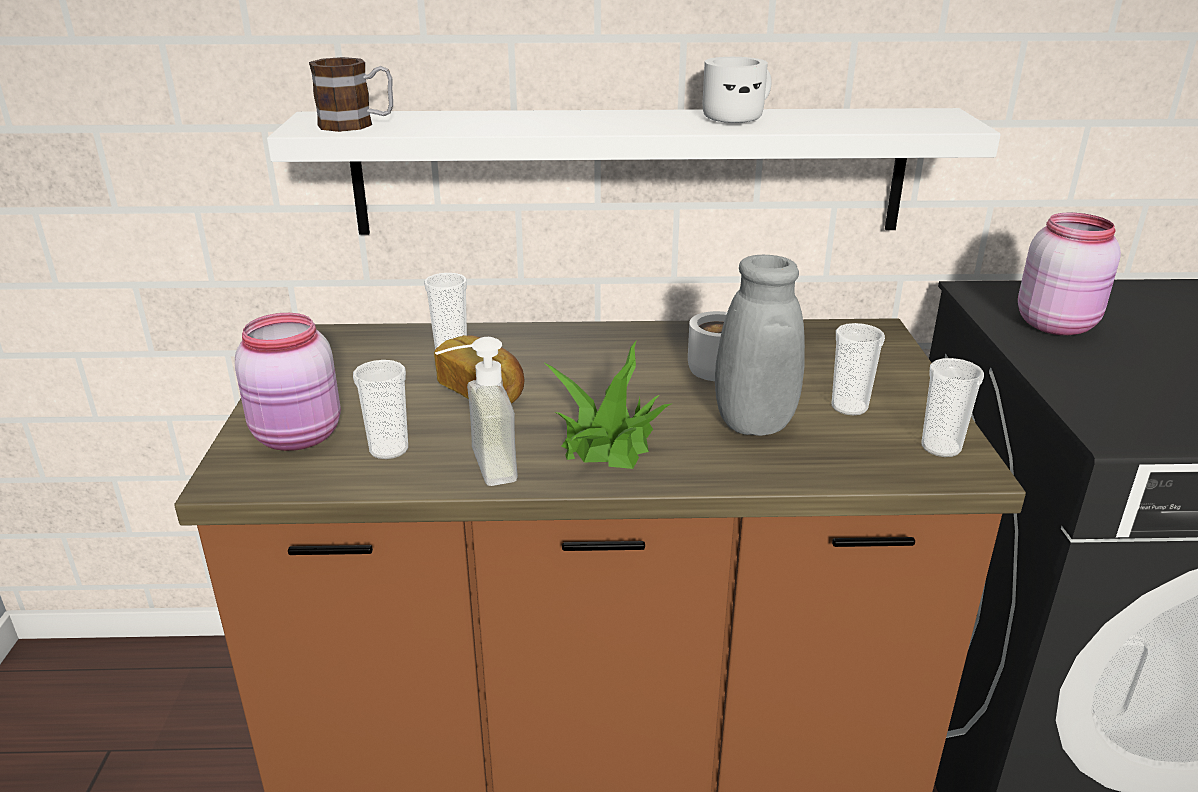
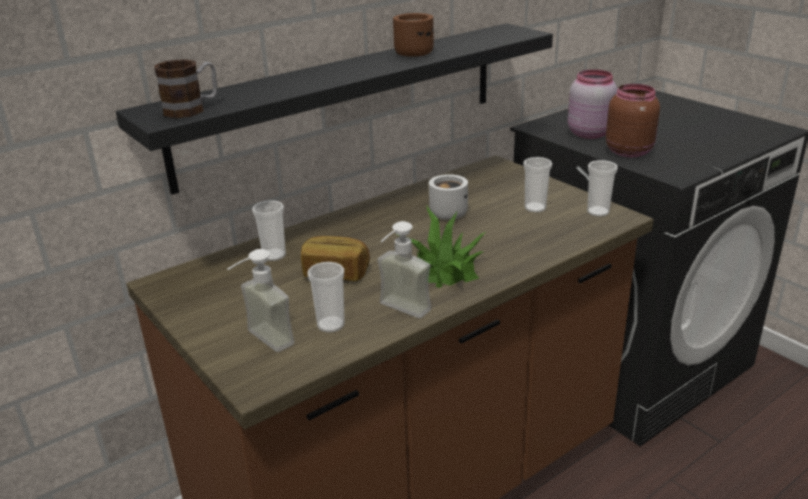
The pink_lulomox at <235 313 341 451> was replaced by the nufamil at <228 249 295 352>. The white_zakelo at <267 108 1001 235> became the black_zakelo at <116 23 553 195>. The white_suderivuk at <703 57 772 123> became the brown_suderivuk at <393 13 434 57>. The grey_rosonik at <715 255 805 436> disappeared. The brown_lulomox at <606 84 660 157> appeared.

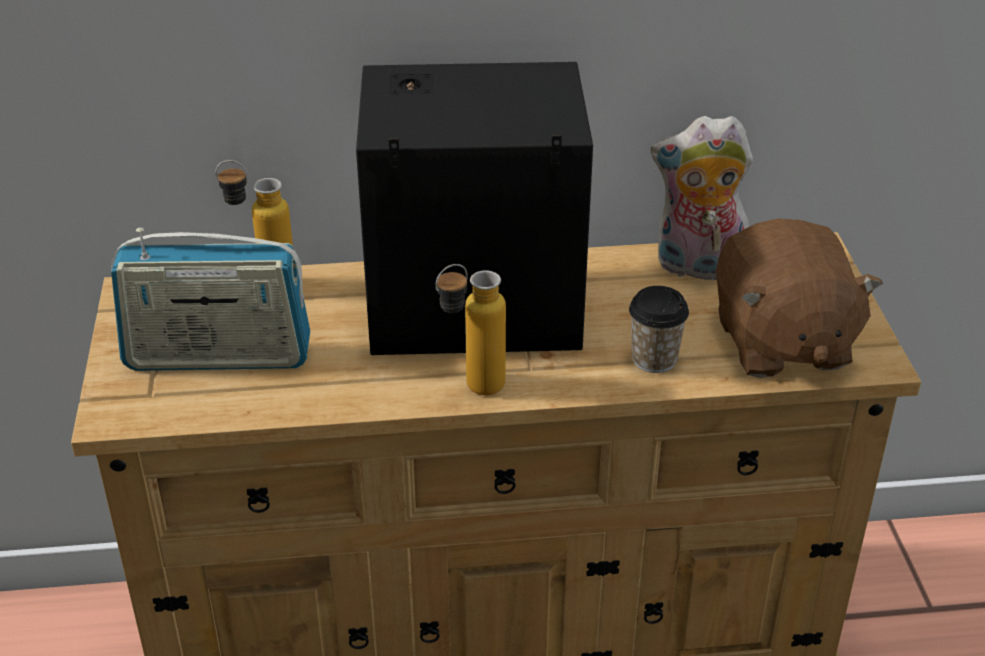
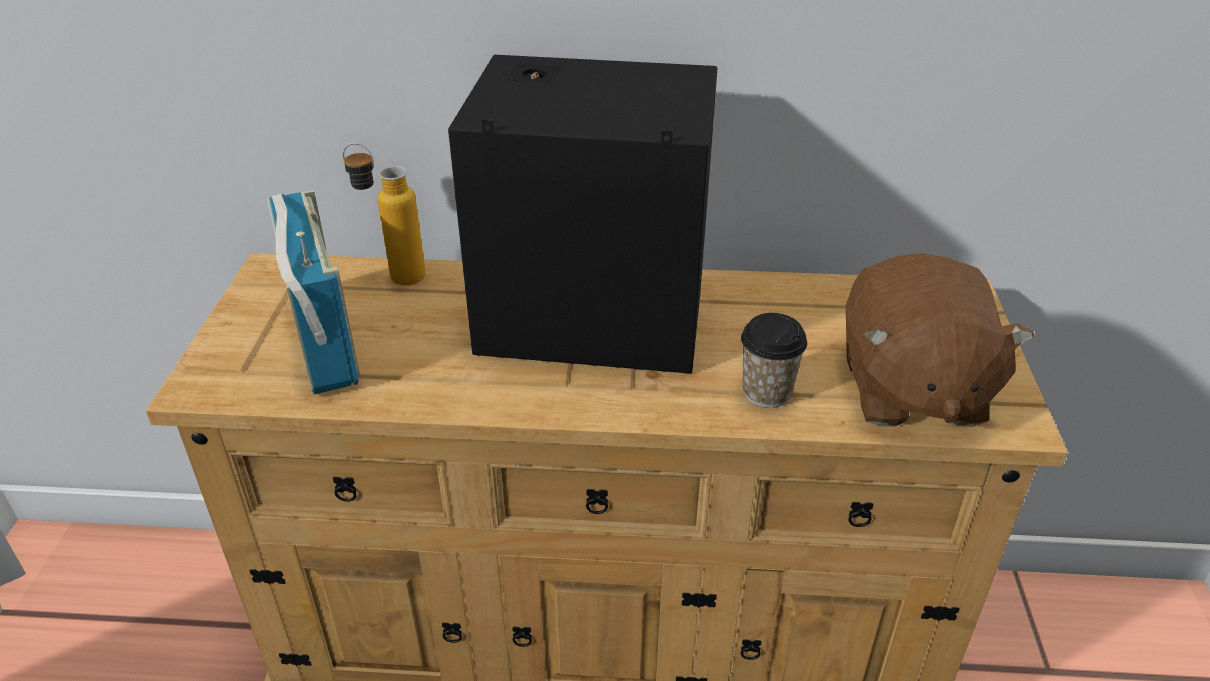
The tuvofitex at <111 227 310 371> turned 120 degrees counterclockwise. The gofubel at <436 264 506 395> disappeared. The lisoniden at <651 116 753 285> disappeared.

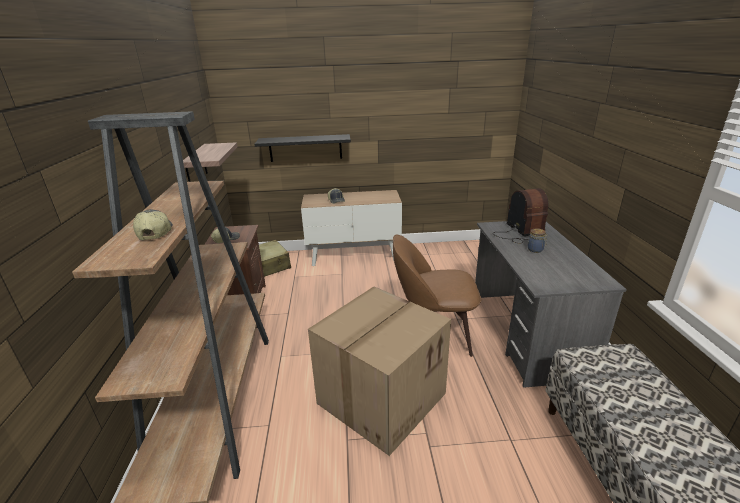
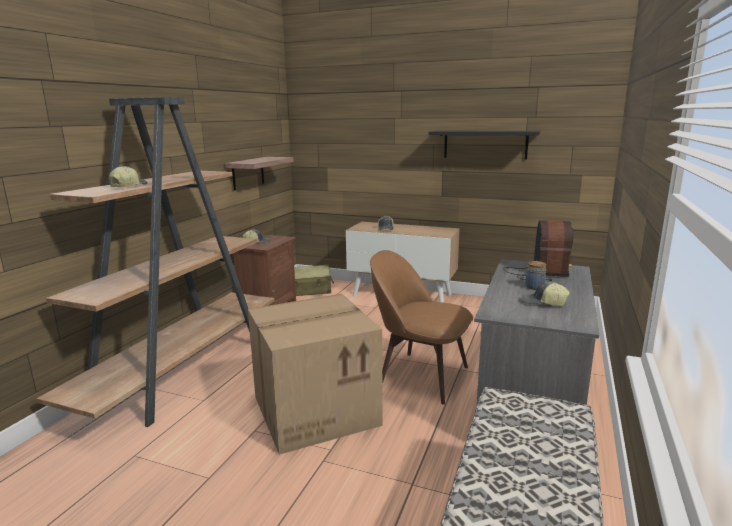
The black_zakelo moved from <254 134 351 162> to <429 131 540 159>. The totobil at <522 282 570 306> appeared.

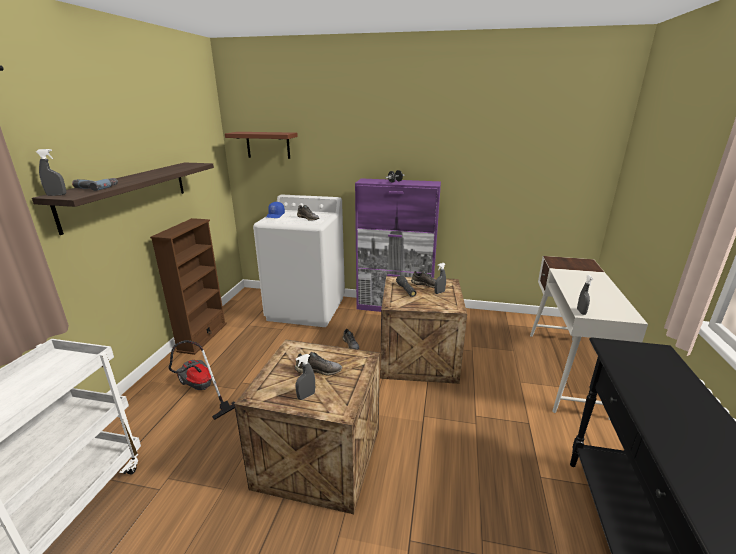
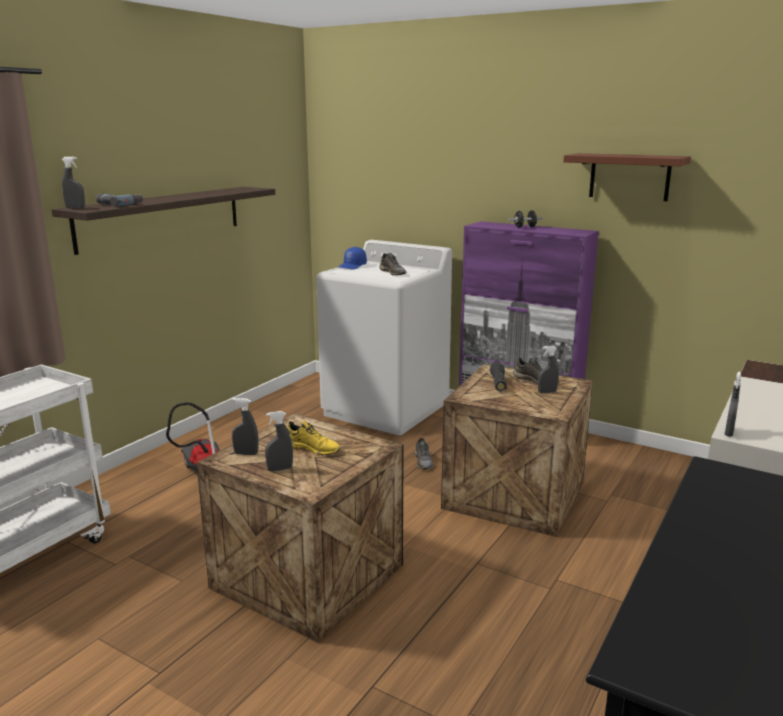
The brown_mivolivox at <150 218 227 355> disappeared. The brown_zakelo moved from <225 132 298 159> to <563 153 691 201>. The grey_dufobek at <295 352 342 375> became the yellow_dufobek at <287 421 341 455>. The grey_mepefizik at <232 398 259 455> appeared.

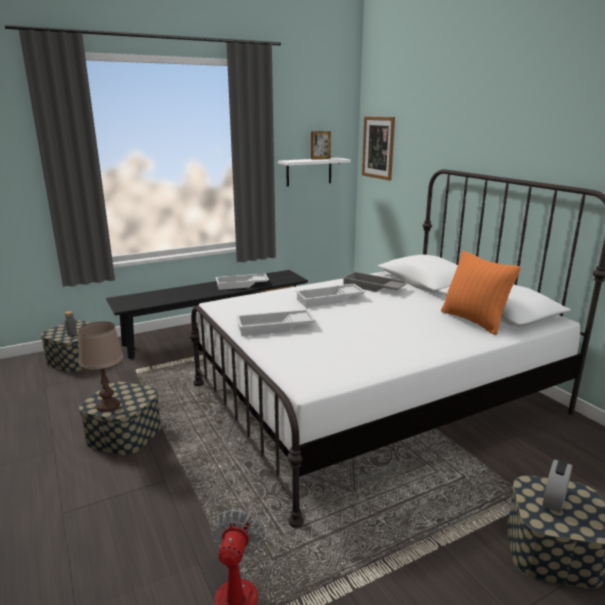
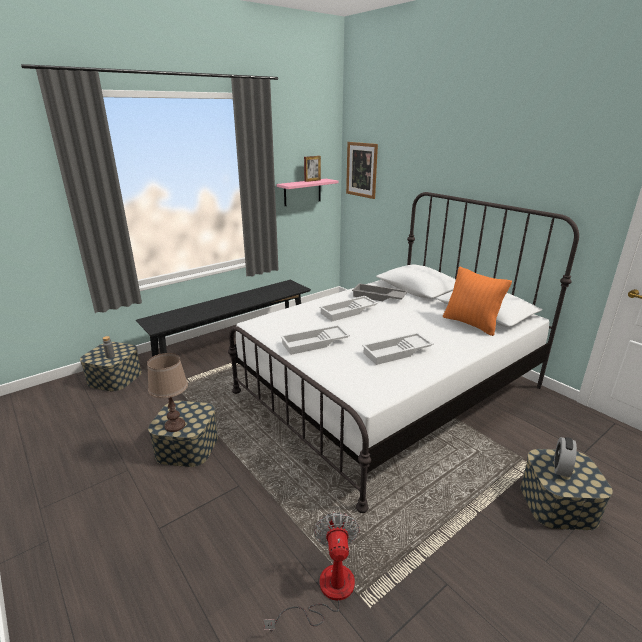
The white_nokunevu moved from <215 273 269 290> to <362 332 434 365>. The white_zakelo at <278 158 351 186> became the pink_zakelo at <277 179 339 206>.

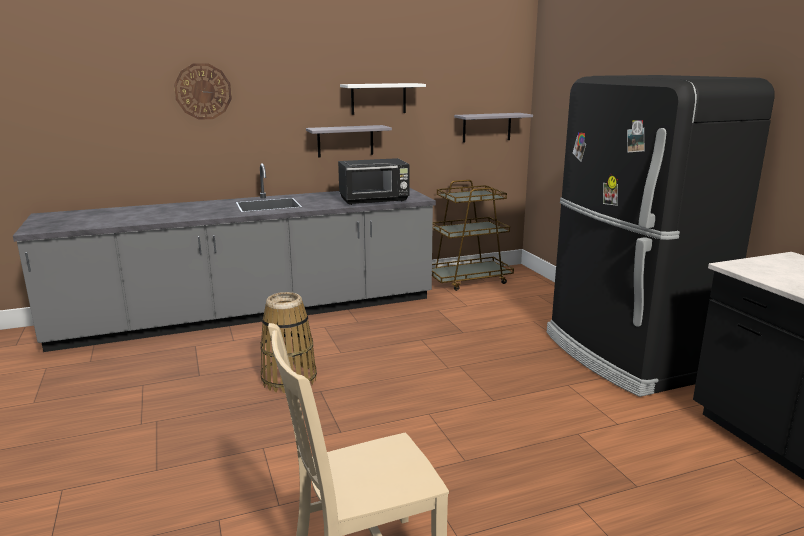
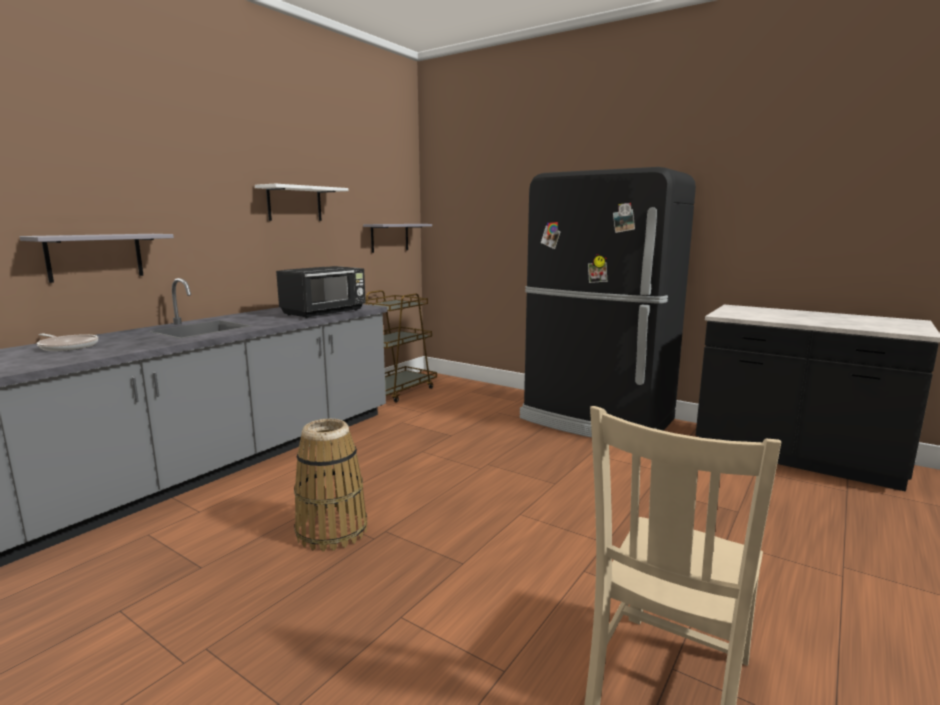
The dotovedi at <174 63 232 120> disappeared. The grey_zakelo moved from <306 125 392 158> to <20 234 174 283>. The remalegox at <37 333 98 351> appeared.

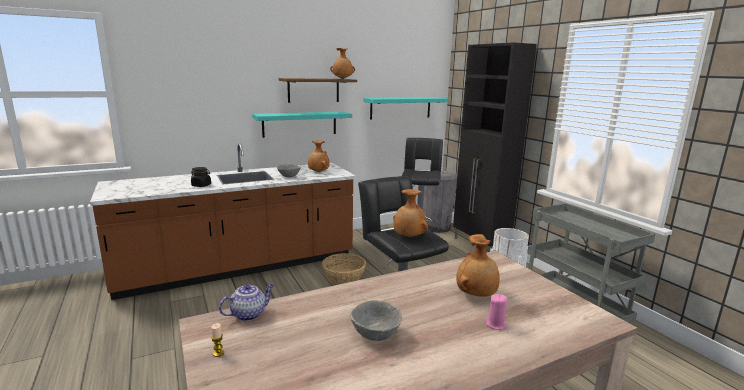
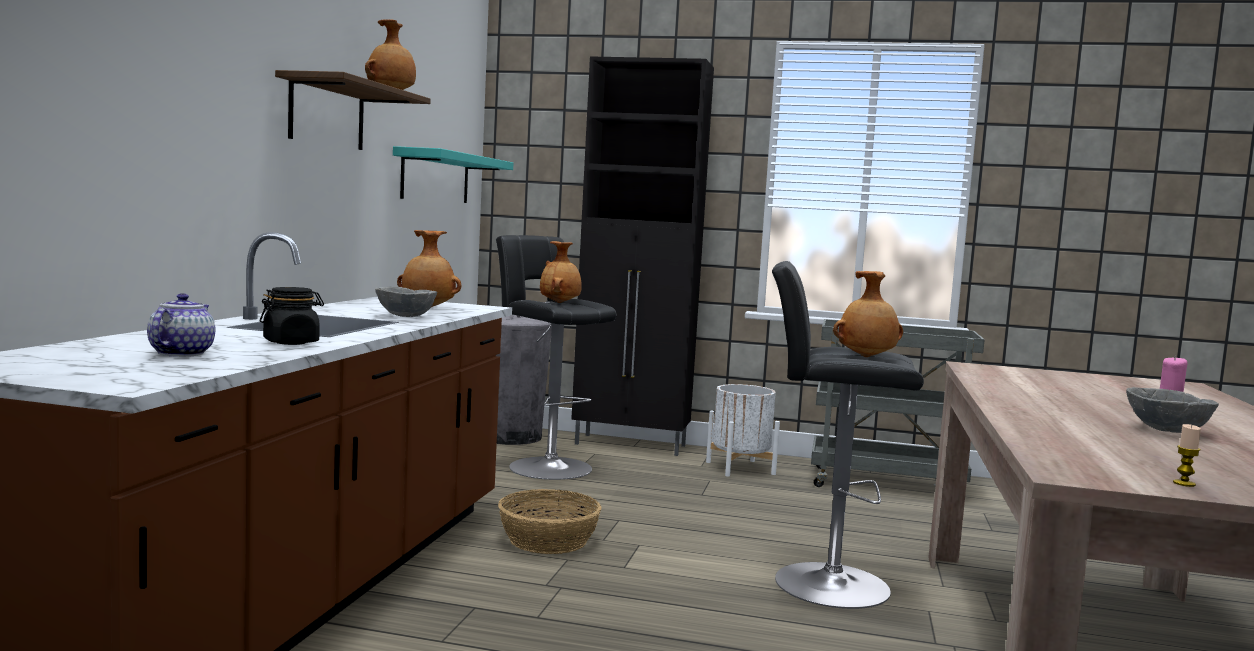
The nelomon moved from <219 284 274 321> to <147 293 215 357>. The turquoise_zakelo at <252 111 352 138> disappeared. The brown_rosonik moved from <456 234 500 297> to <540 241 582 303>.

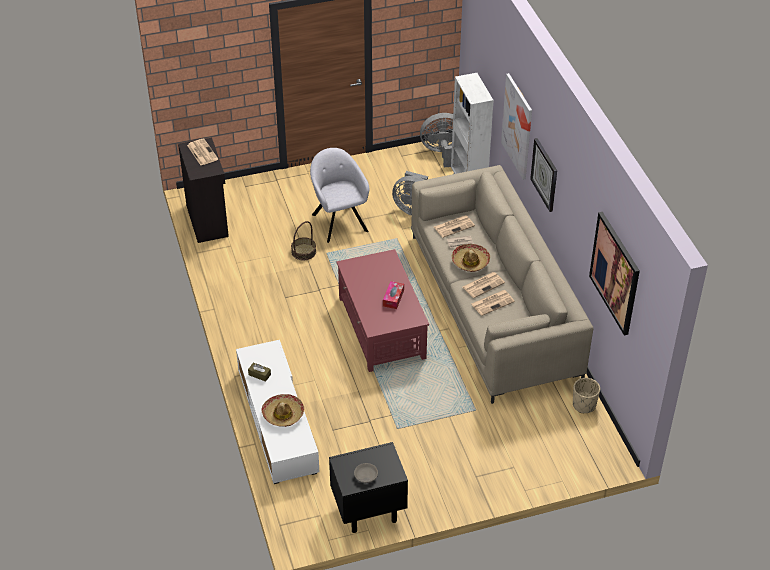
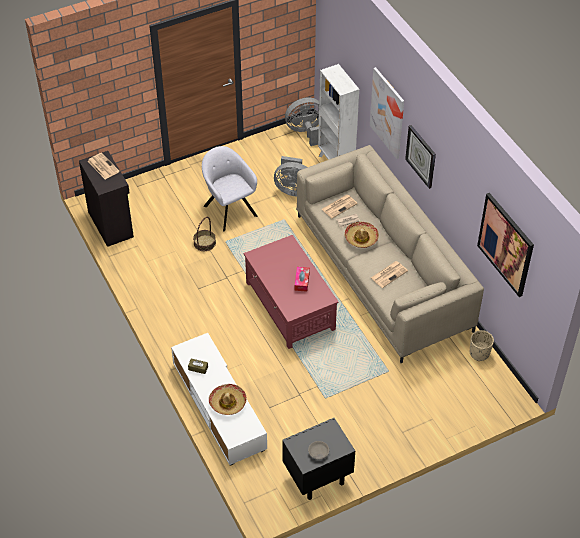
The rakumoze at <462 272 505 298> disappeared.

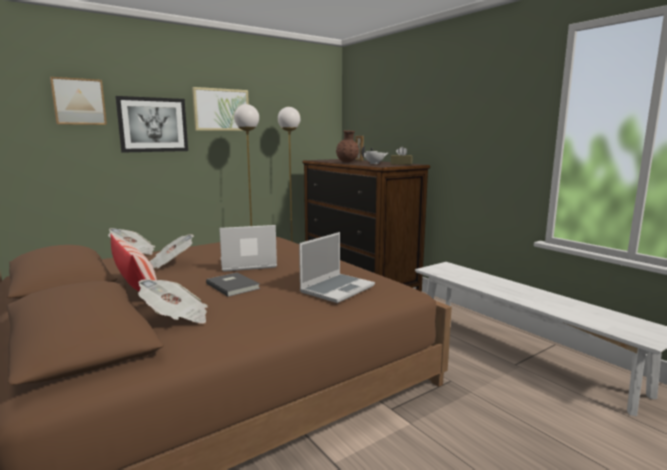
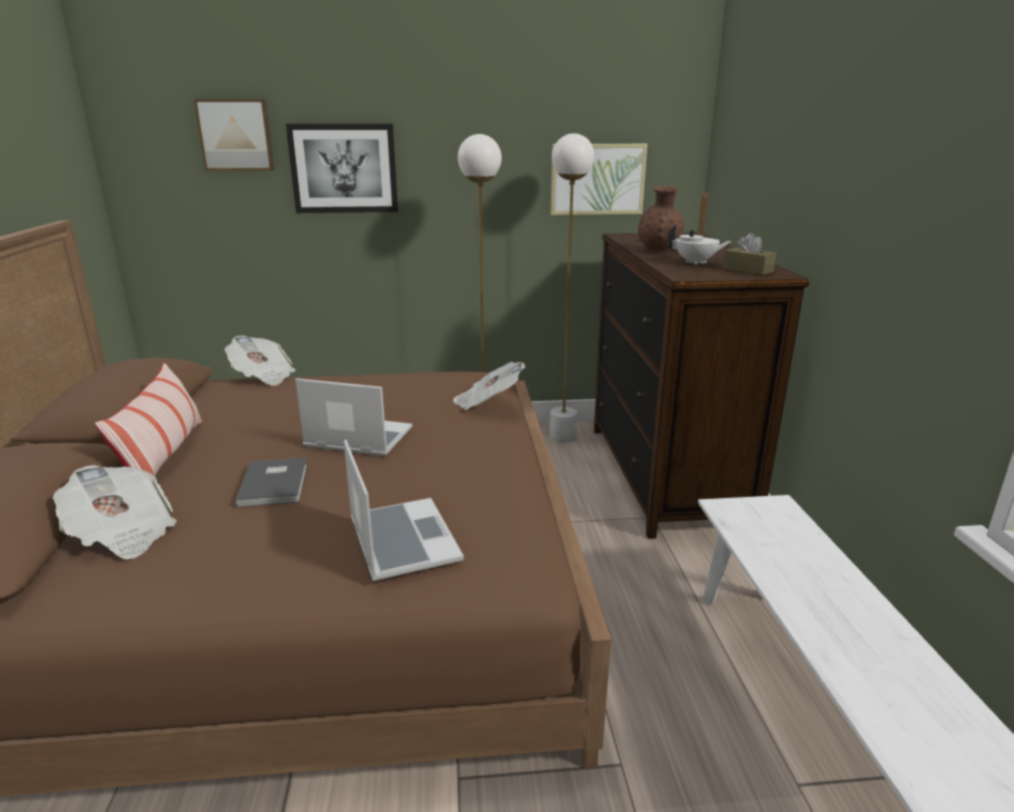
The rakumoze moved from <149 234 194 268> to <453 362 525 410>. The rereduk moved from <192 87 249 131> to <551 144 647 215>. The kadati at <299 232 375 303> turned 90 degrees counterclockwise.

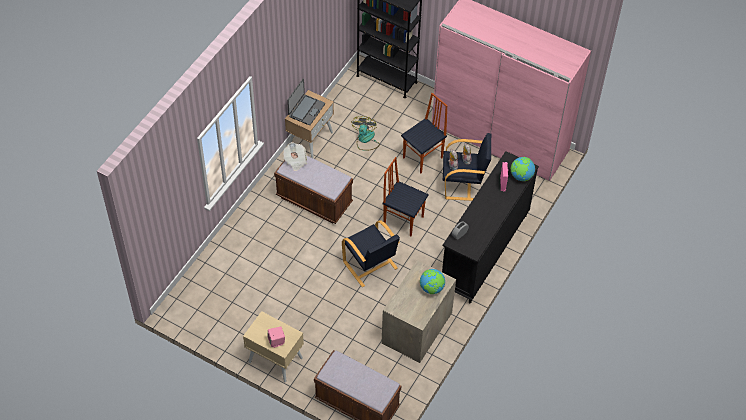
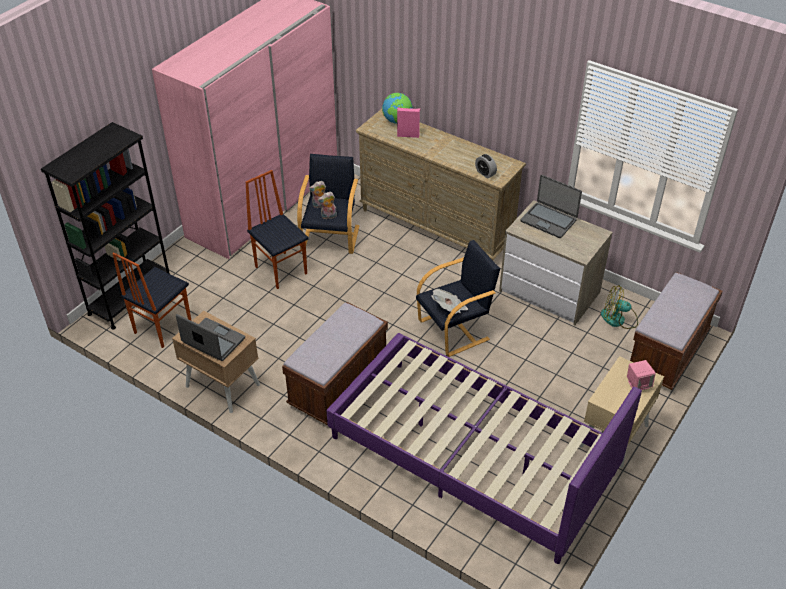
The rakumoze moved from <283 142 307 171> to <431 289 468 314>. The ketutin moved from <351 116 380 150> to <601 285 638 329>. The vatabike moved from <382 157 429 236> to <112 252 191 348>. The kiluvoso at <420 269 445 294> was replaced by the kadati at <520 175 582 238>. The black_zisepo at <442 151 539 303> became the beige_zisepo at <356 109 526 261>. The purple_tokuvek at <326 333 642 564> appeared.

